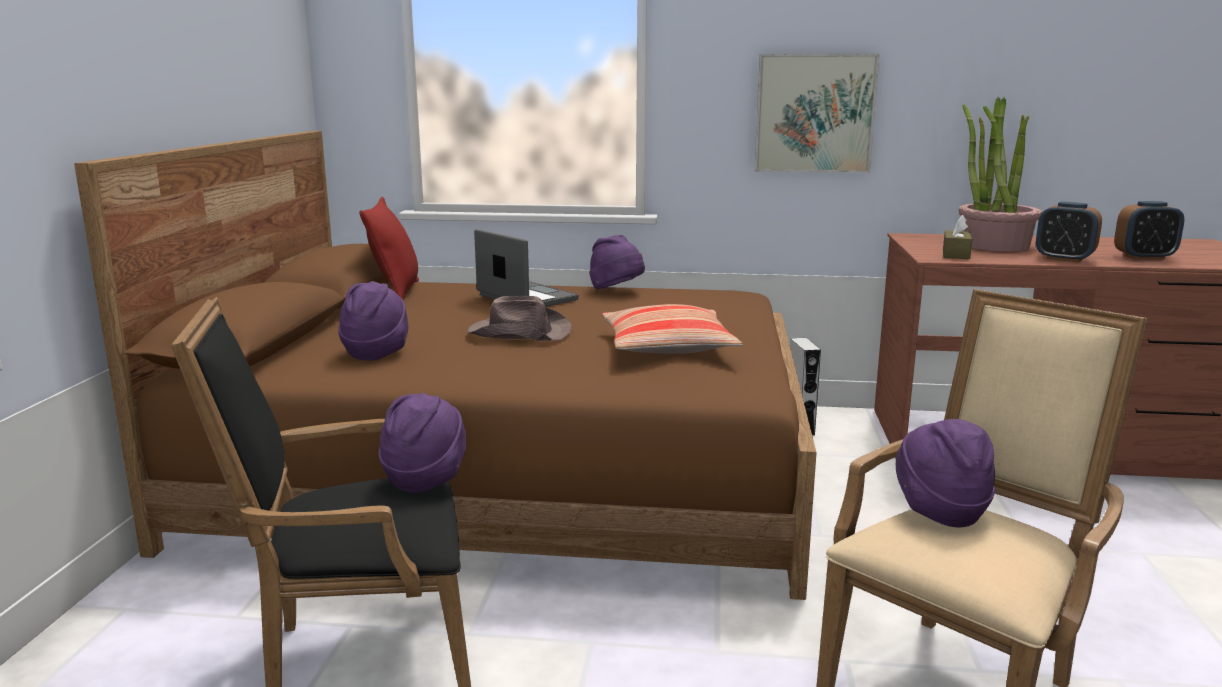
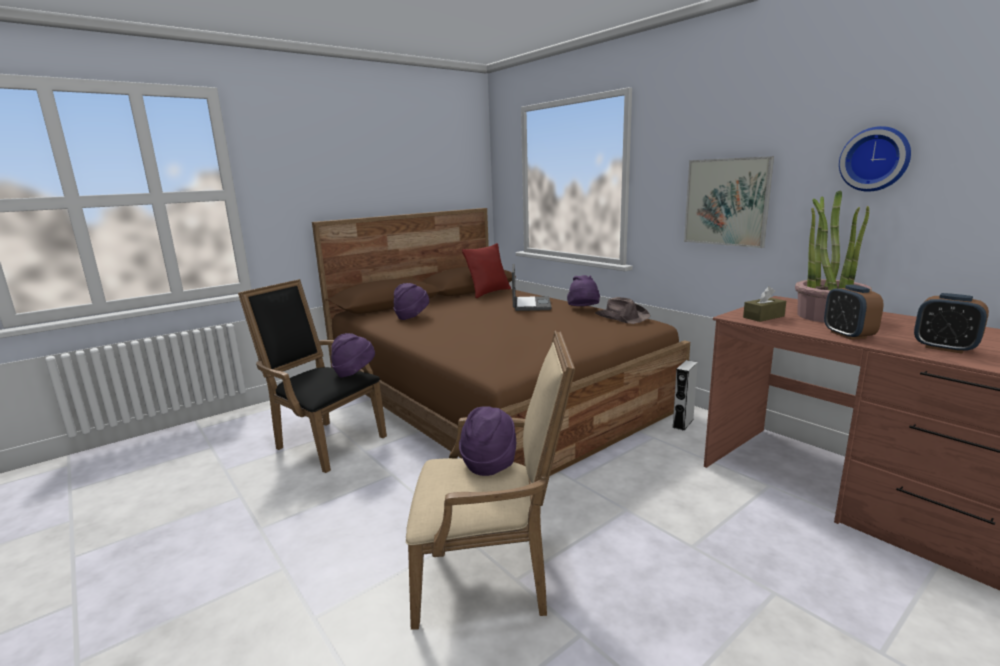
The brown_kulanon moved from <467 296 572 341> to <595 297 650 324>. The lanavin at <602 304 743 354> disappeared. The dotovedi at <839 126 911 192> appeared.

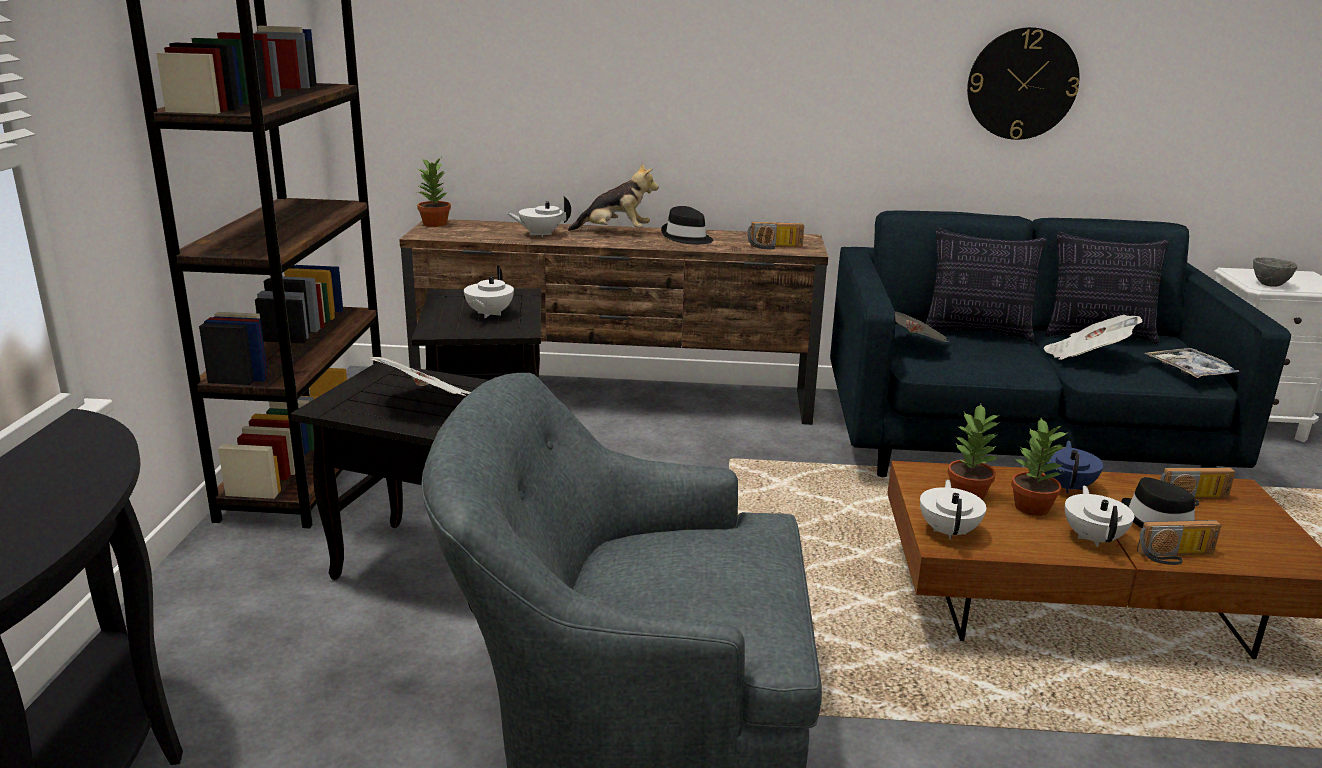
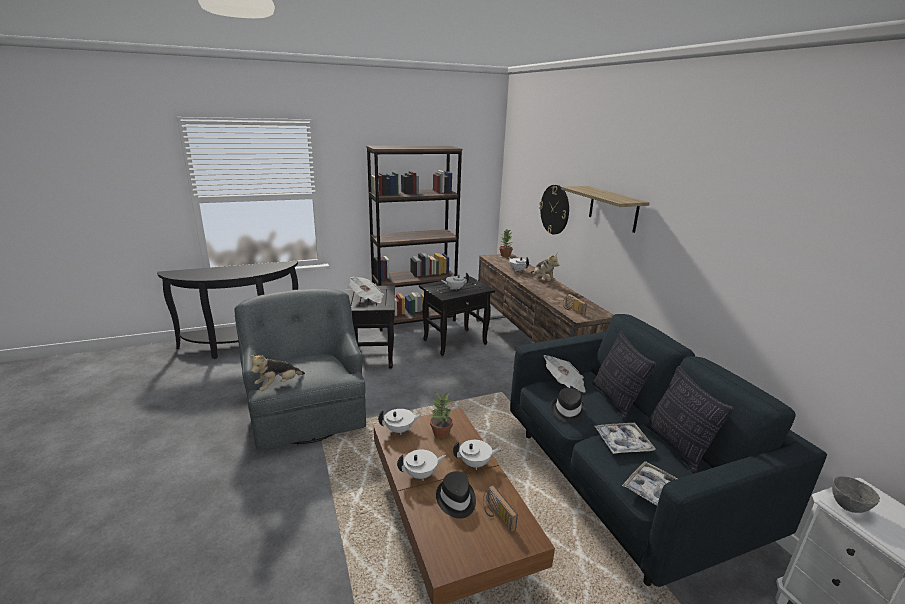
The black_kulanon moved from <661 206 713 244> to <552 388 586 423>. The dotovedi moved from <967 27 1080 140> to <539 185 569 234>. The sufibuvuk at <1011 418 1067 516> disappeared. The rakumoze at <1043 315 1143 360> was replaced by the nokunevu at <594 423 656 454>. The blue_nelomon at <1043 441 1103 493> became the white_nelomon at <453 440 501 470>. The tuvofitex at <1137 520 1221 565> disappeared. The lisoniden at <249 355 305 391> appeared. The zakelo at <561 186 650 233> appeared.

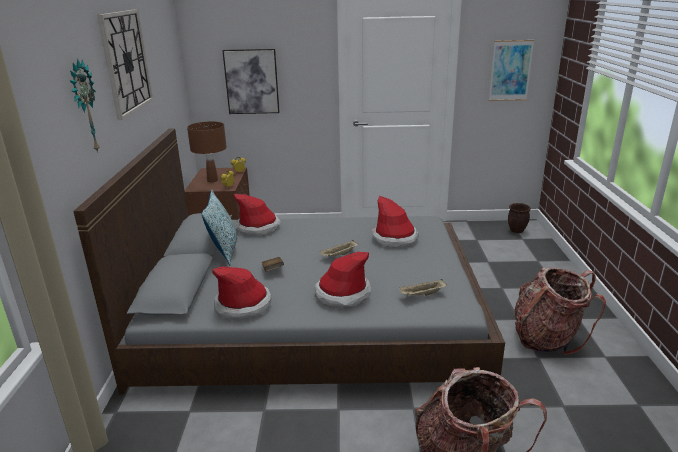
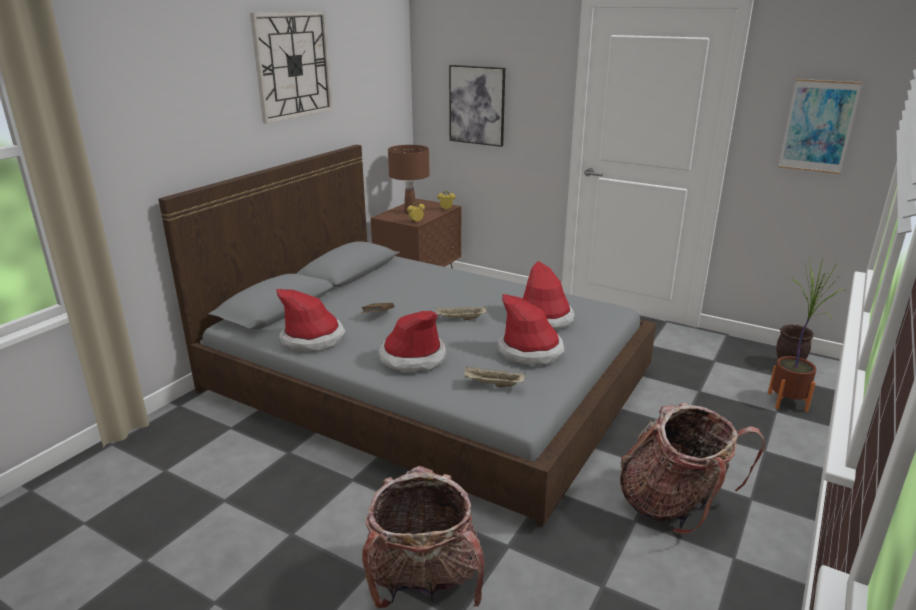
The dotovedi at <70 59 99 153> disappeared. The lanavin at <202 190 238 266> disappeared. The kulanon moved from <234 194 281 236> to <497 294 565 365>. The sufibuvuk at <768 259 845 412> appeared.

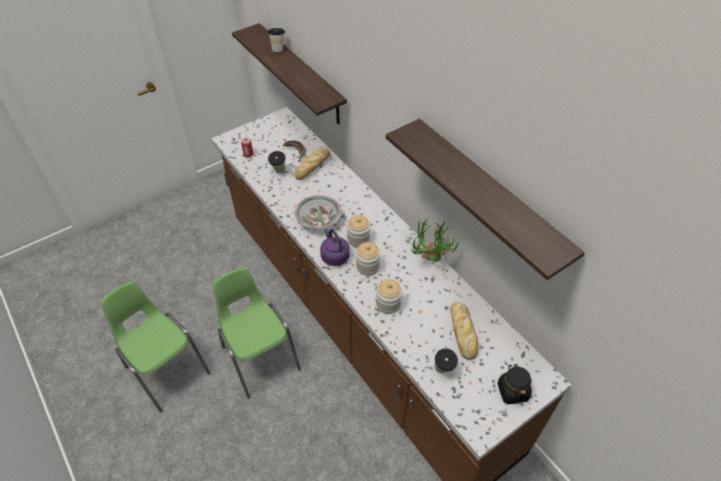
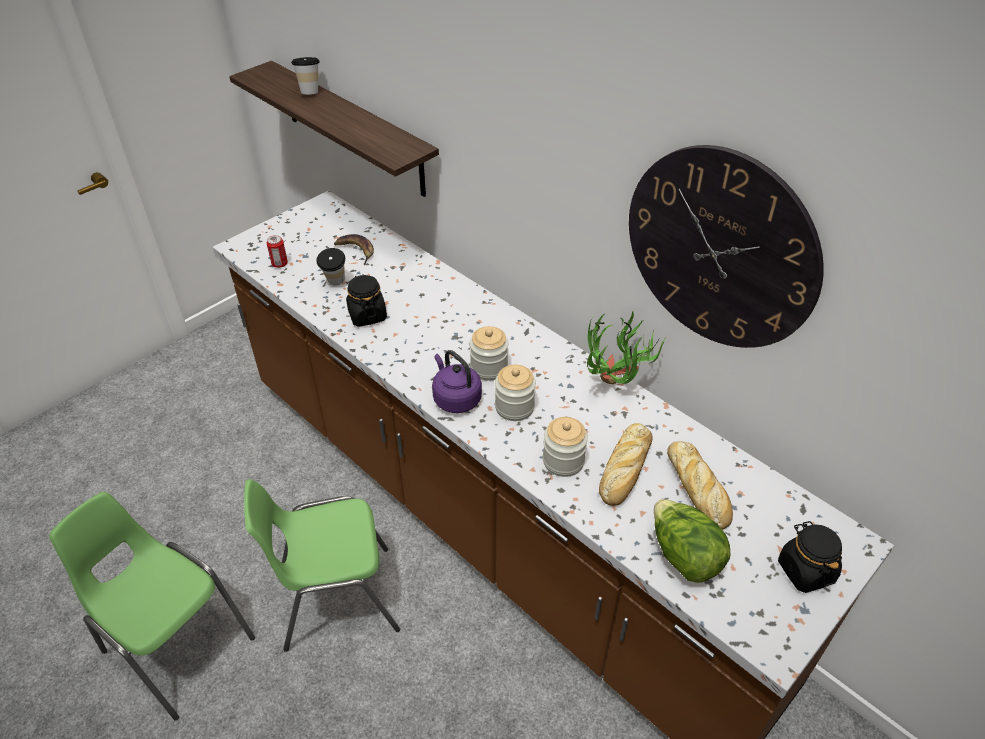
The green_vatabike at <213 267 301 399> turned 60 degrees counterclockwise. The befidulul moved from <294 147 331 180> to <599 423 653 506>. The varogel at <295 195 341 229> disappeared. The zakelo at <386 118 585 280> was replaced by the dotovedi at <629 145 824 348>. The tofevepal at <434 348 458 373> was replaced by the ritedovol at <654 499 730 583>. The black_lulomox at <346 274 387 327> appeared.

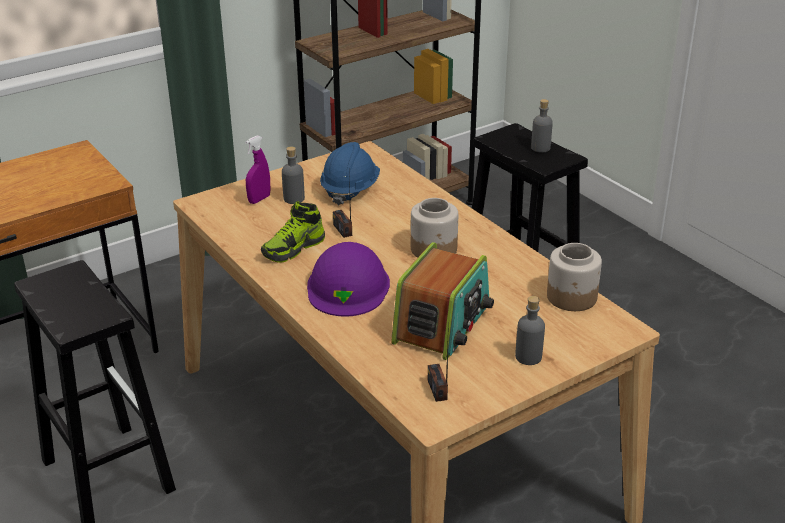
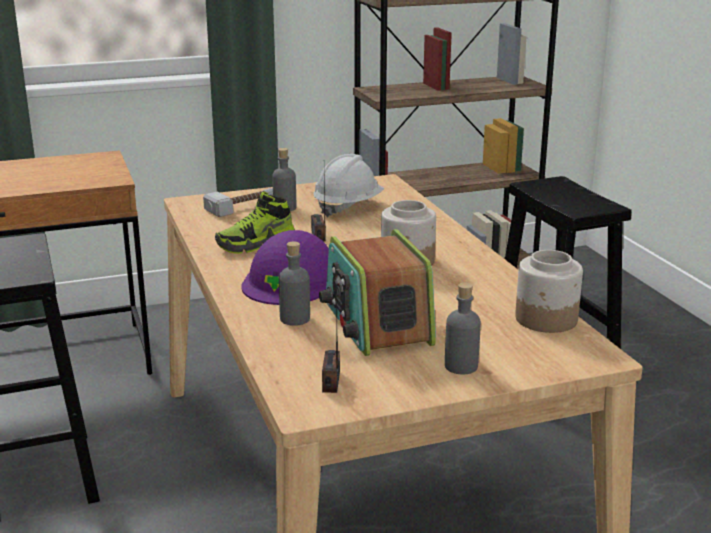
The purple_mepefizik at <245 135 270 204> was replaced by the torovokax at <203 188 273 217>. The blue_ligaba at <320 142 380 206> became the white_ligaba at <314 154 384 217>. The tuvofitex at <391 242 494 360> turned 120 degrees clockwise. The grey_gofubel moved from <531 99 553 152> to <279 242 310 326>.

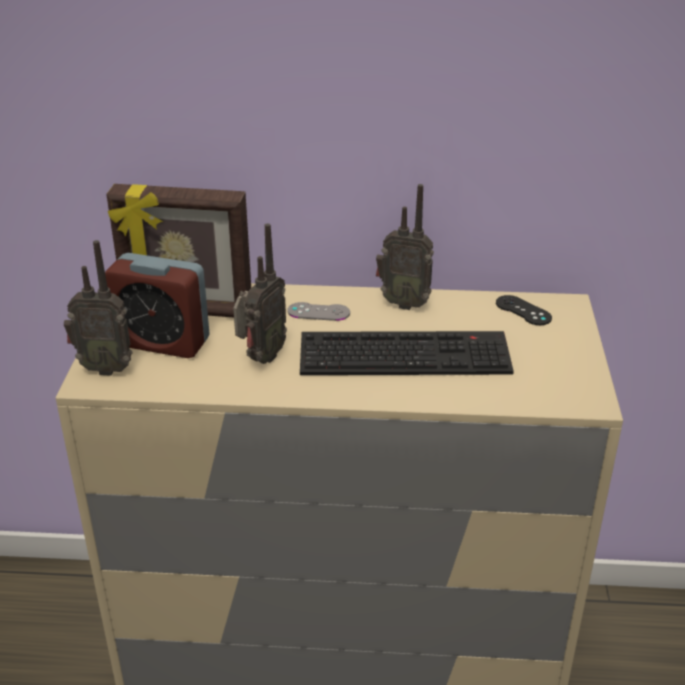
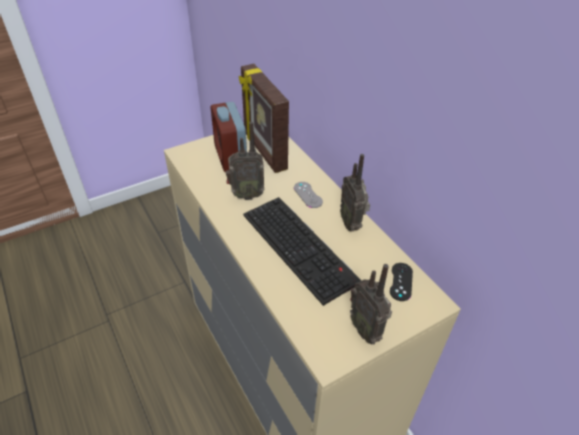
The tuvofitex moved from <64 240 133 376> to <350 264 392 345>.

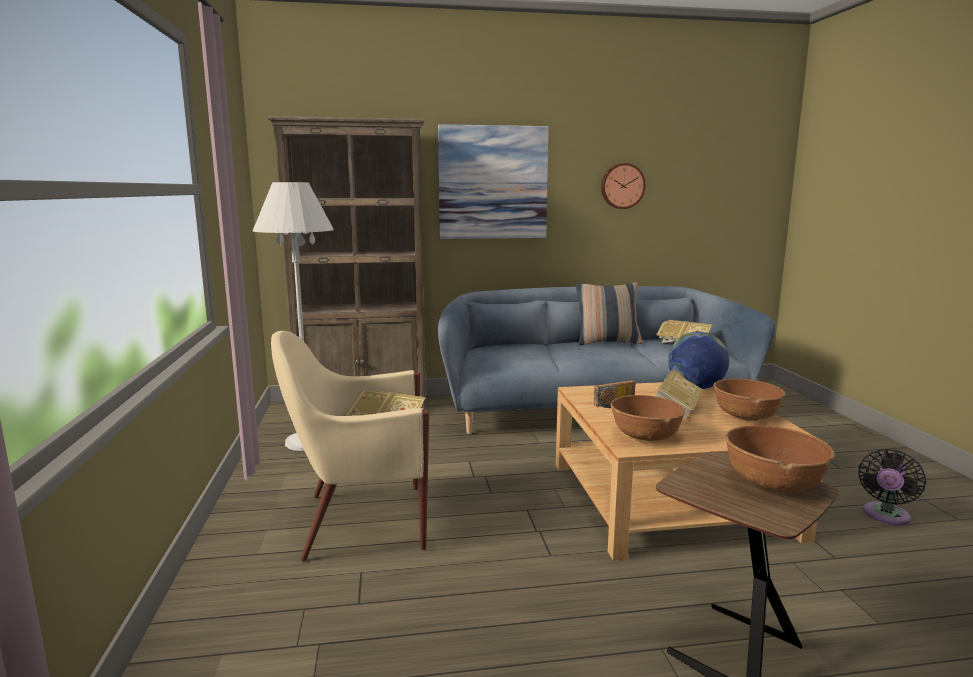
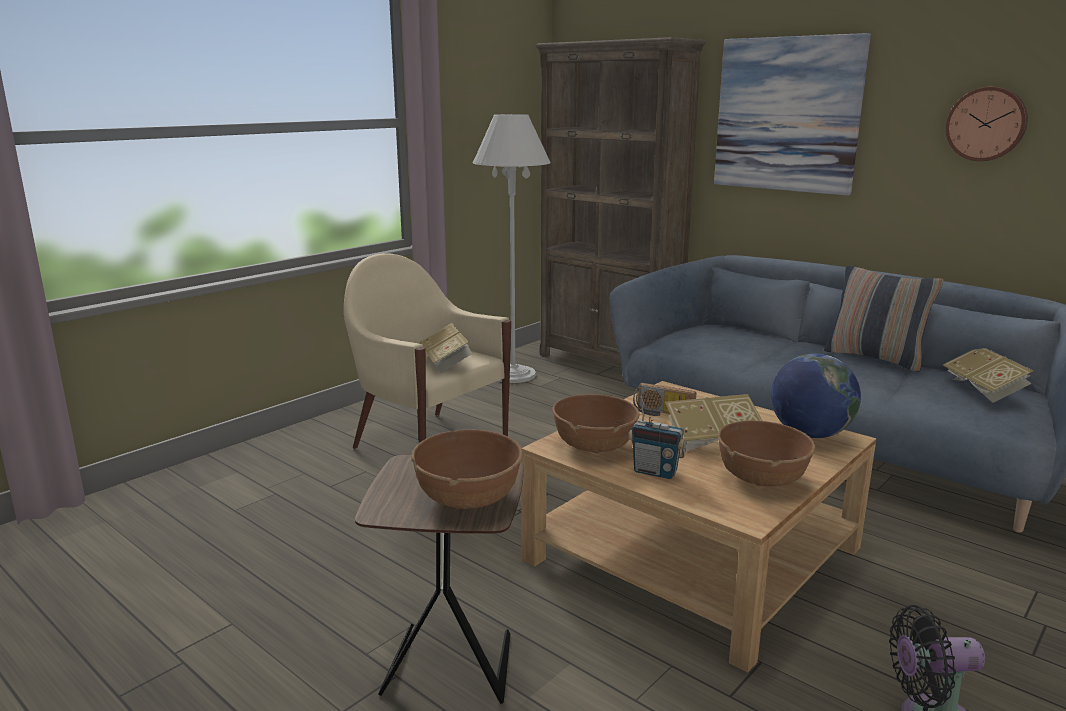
The tuvofitex at <628 396 686 479> appeared.

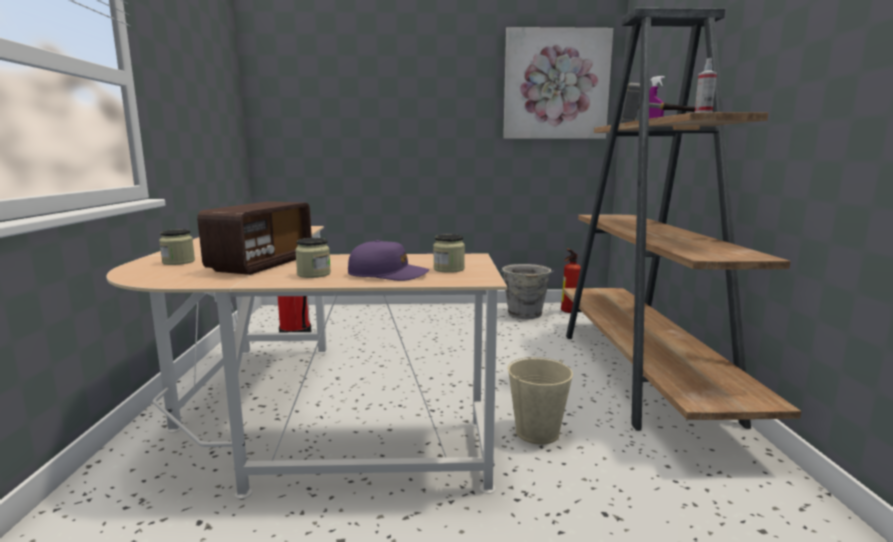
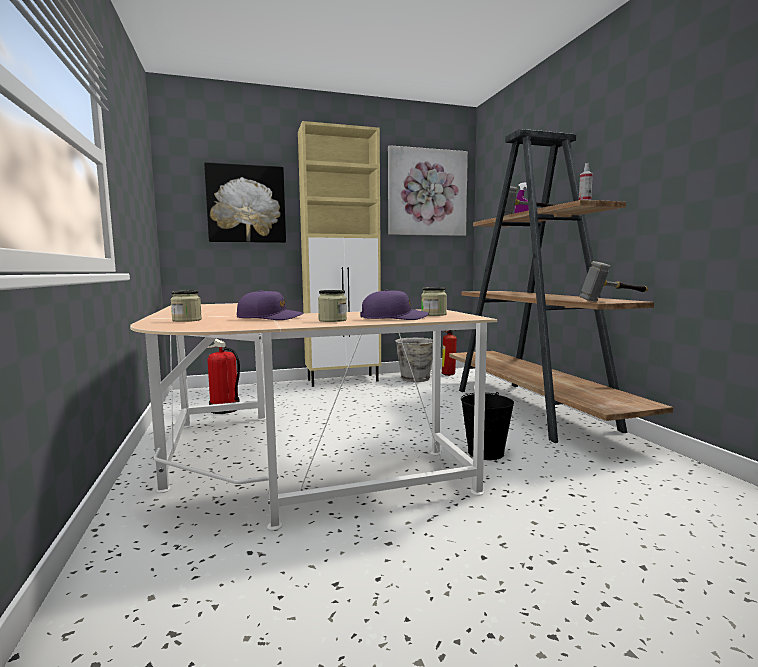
The tuvofitex at <197 201 312 275> was replaced by the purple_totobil at <237 290 304 320>. The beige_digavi at <508 357 573 445> became the black_digavi at <461 392 514 460>. The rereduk at <204 162 286 243> appeared. The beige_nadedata at <298 121 381 387> appeared. The torovokax at <579 261 648 301> appeared.

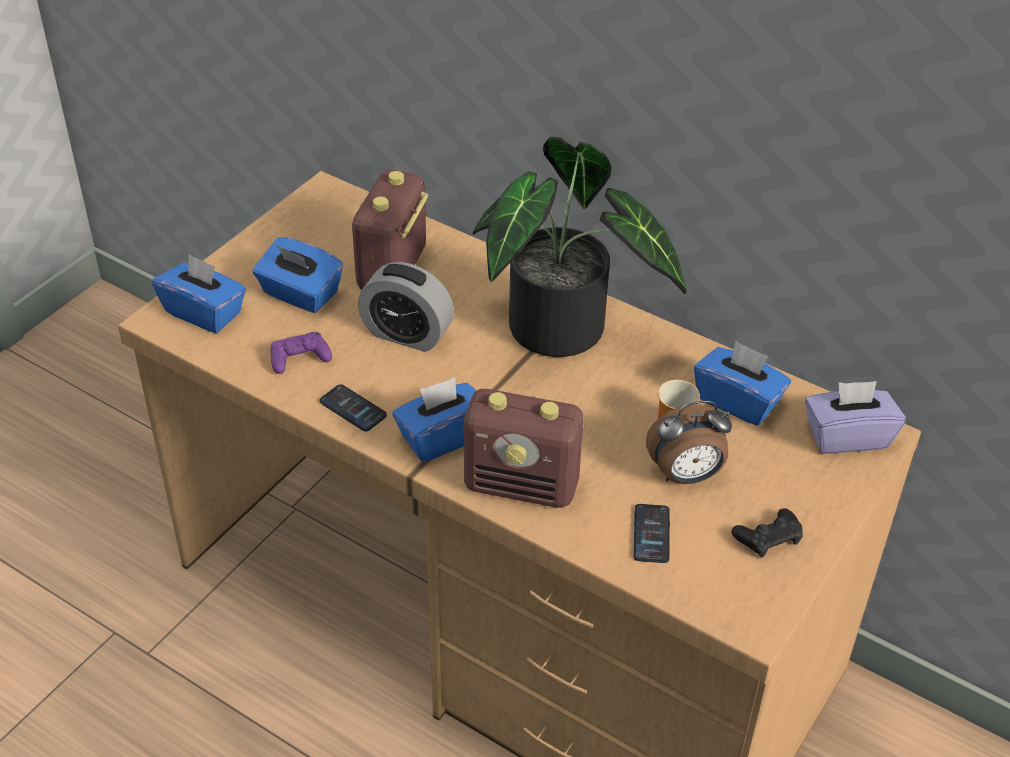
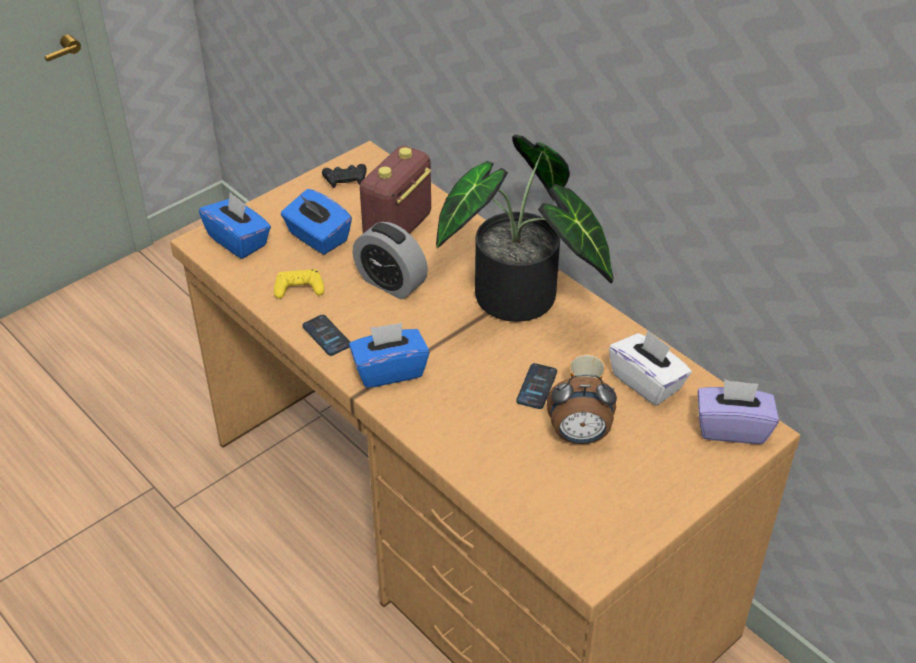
The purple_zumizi at <271 332 332 374> became the yellow_zumizi at <274 269 324 299>. The tuvofitex at <464 389 584 508> disappeared. The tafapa moved from <634 504 670 563> to <516 363 557 409>. The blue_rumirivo at <694 341 791 426> became the white_rumirivo at <609 330 692 406>. The black_zumizi moved from <732 508 803 558> to <322 164 367 188>.

